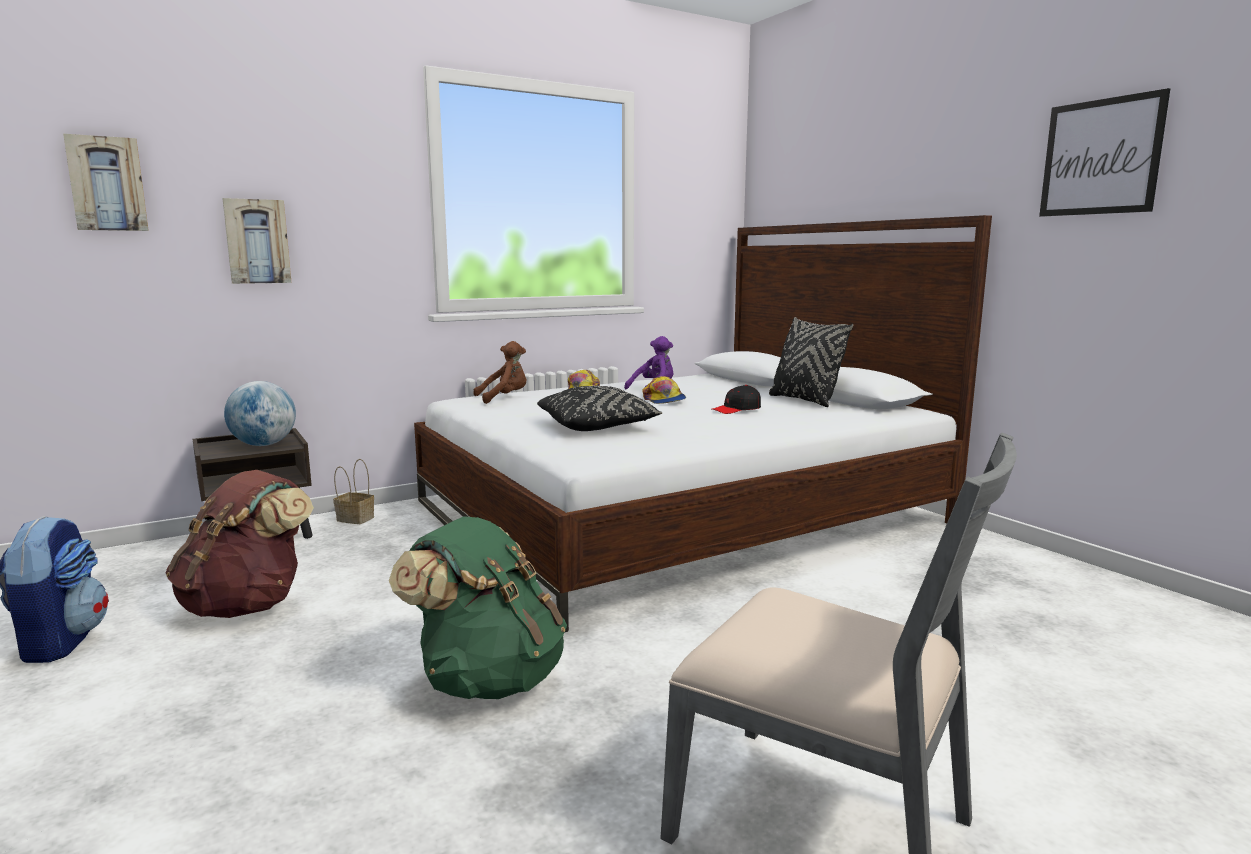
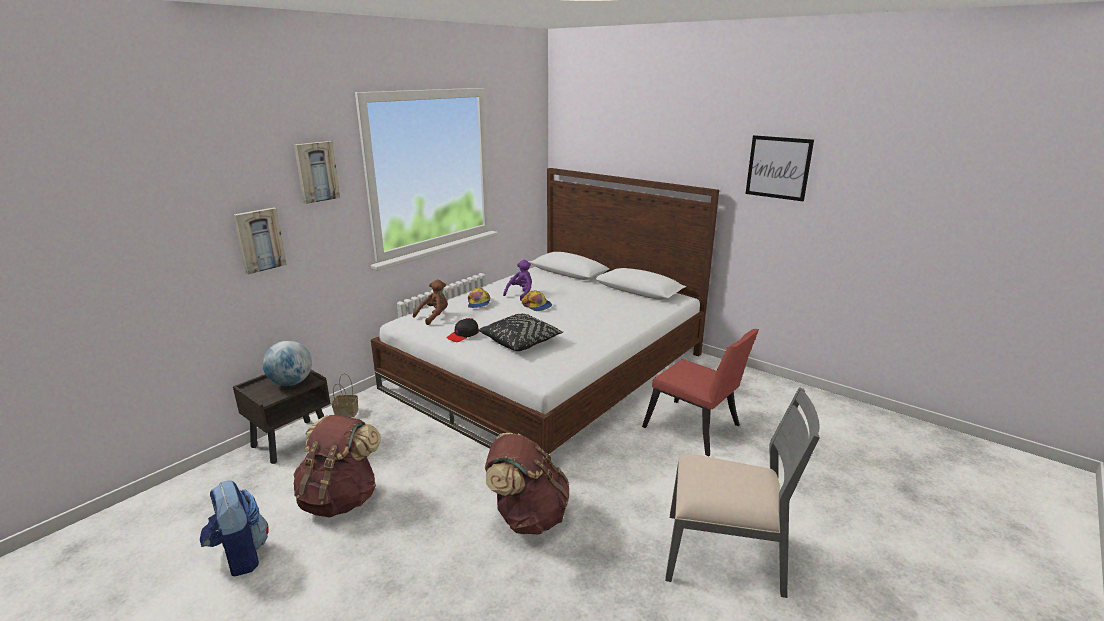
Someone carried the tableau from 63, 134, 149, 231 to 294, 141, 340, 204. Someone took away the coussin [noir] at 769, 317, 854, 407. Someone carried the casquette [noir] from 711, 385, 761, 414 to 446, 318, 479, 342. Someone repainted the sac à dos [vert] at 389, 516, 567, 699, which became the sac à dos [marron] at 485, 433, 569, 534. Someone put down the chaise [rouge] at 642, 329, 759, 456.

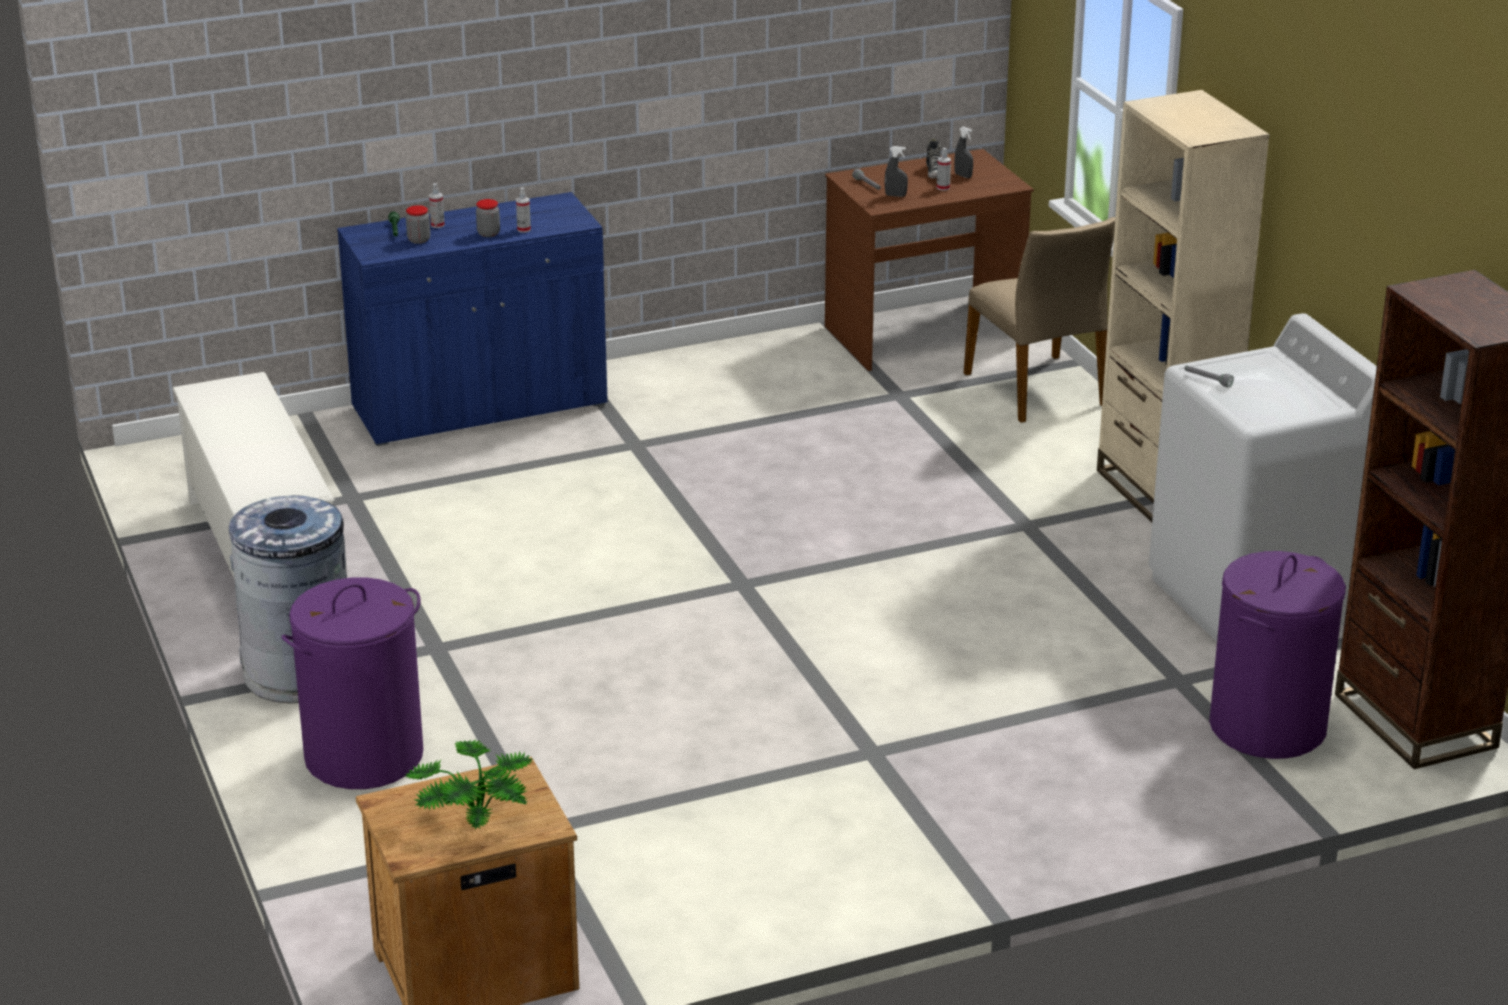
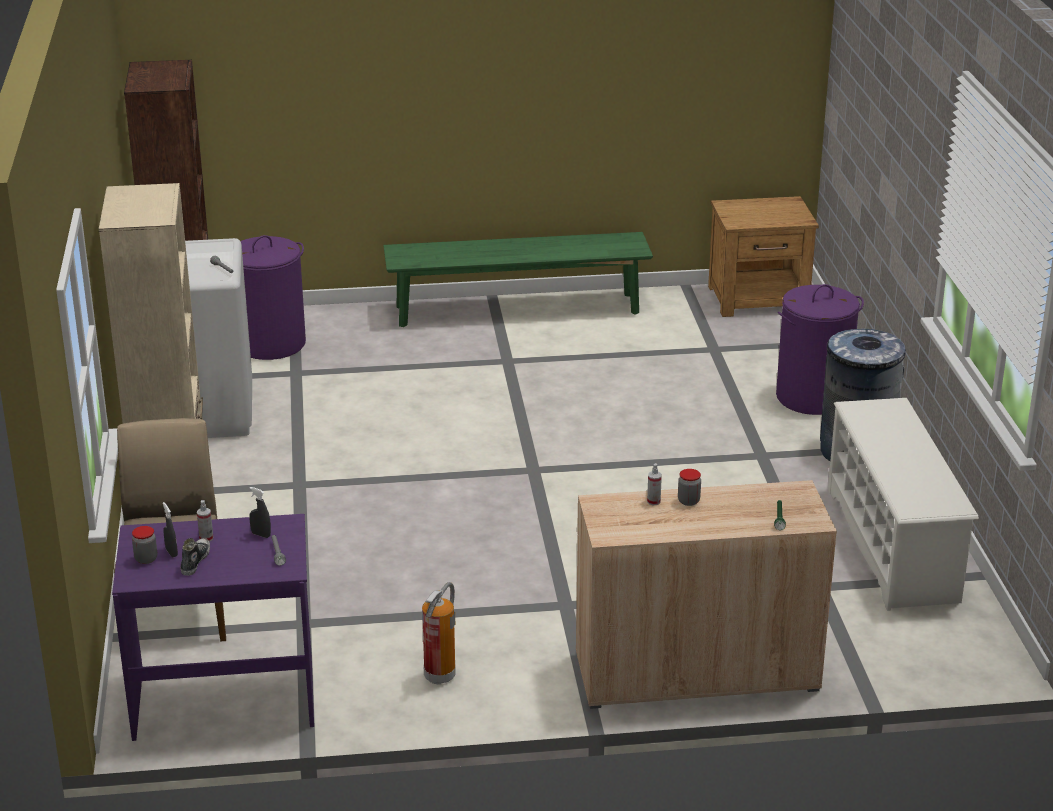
Someone repainted the bureau [marron] at 825, 149, 1034, 371, which became the bureau [violet] at 112, 514, 314, 741. Someone took away the vaporisateur at 429, 183, 445, 228. Someone repainted the meuble de rangement [bleu] at 337, 192, 608, 446, which became the meuble de rangement [beige] at 576, 480, 837, 709. Someone carried the bocal from 406, 205, 430, 244 to 132, 526, 157, 564. Someone took away the plante en pot at 404, 740, 533, 829. Someone put down the banc [vert] at 383, 232, 653, 327. Someone put down the extincteur at 422, 582, 456, 684.

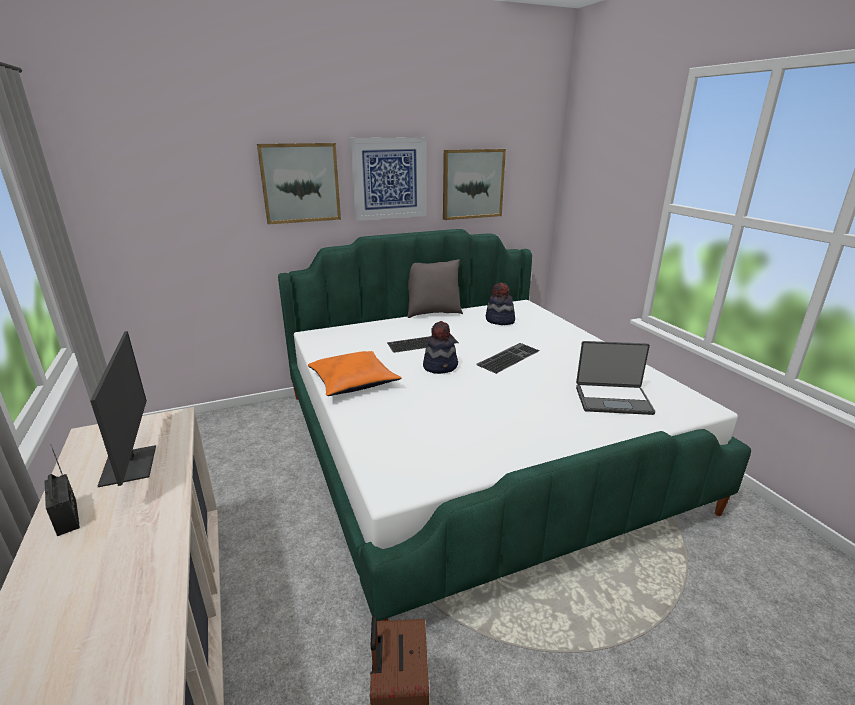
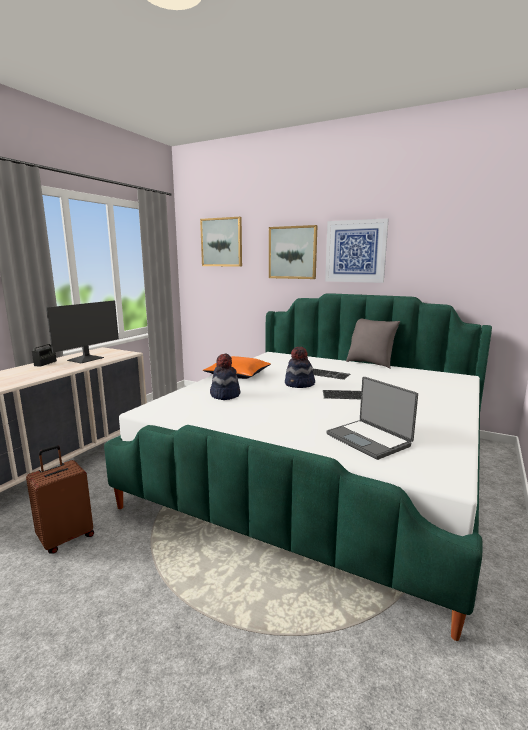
Someone carried the tableau from 443, 149, 506, 220 to 200, 217, 242, 267. Someone carried the chapeau from 486, 283, 515, 325 to 210, 353, 241, 400.

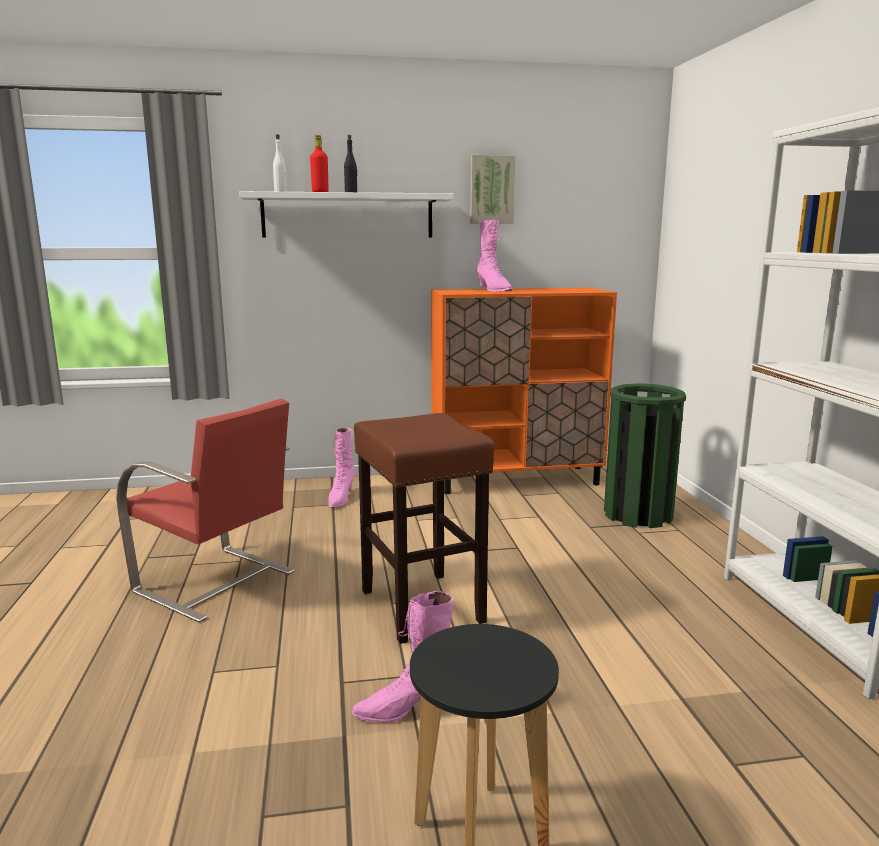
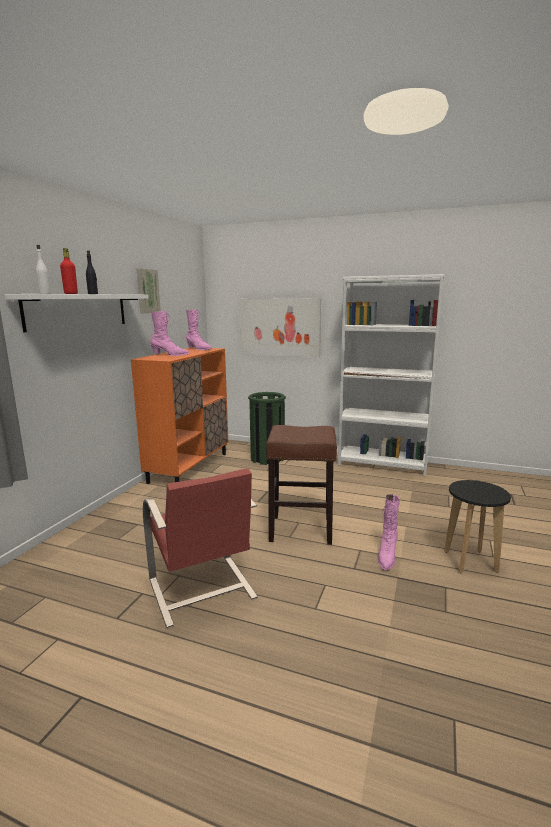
Someone rotated the chaise [rouge] at 116, 399, 295, 623 by 90 degrees clockwise. Someone carried the botte [rose] from 328, 428, 355, 507 to 186, 309, 212, 350. Someone put up the tableau at 240, 298, 321, 357.

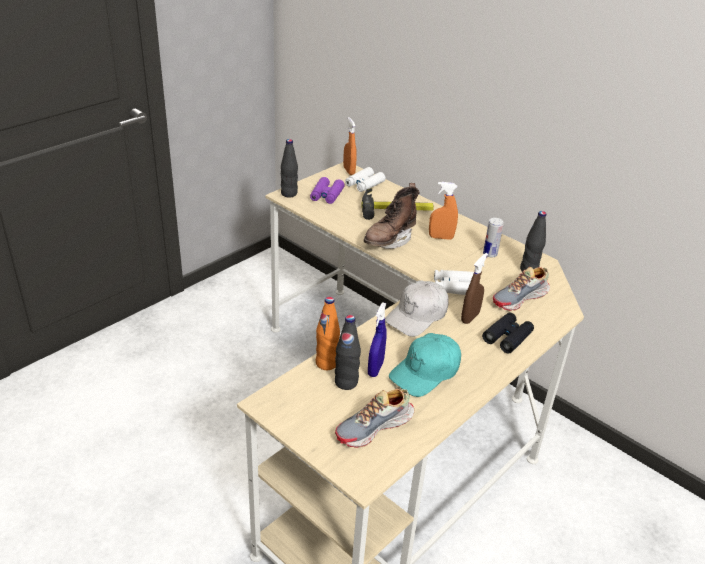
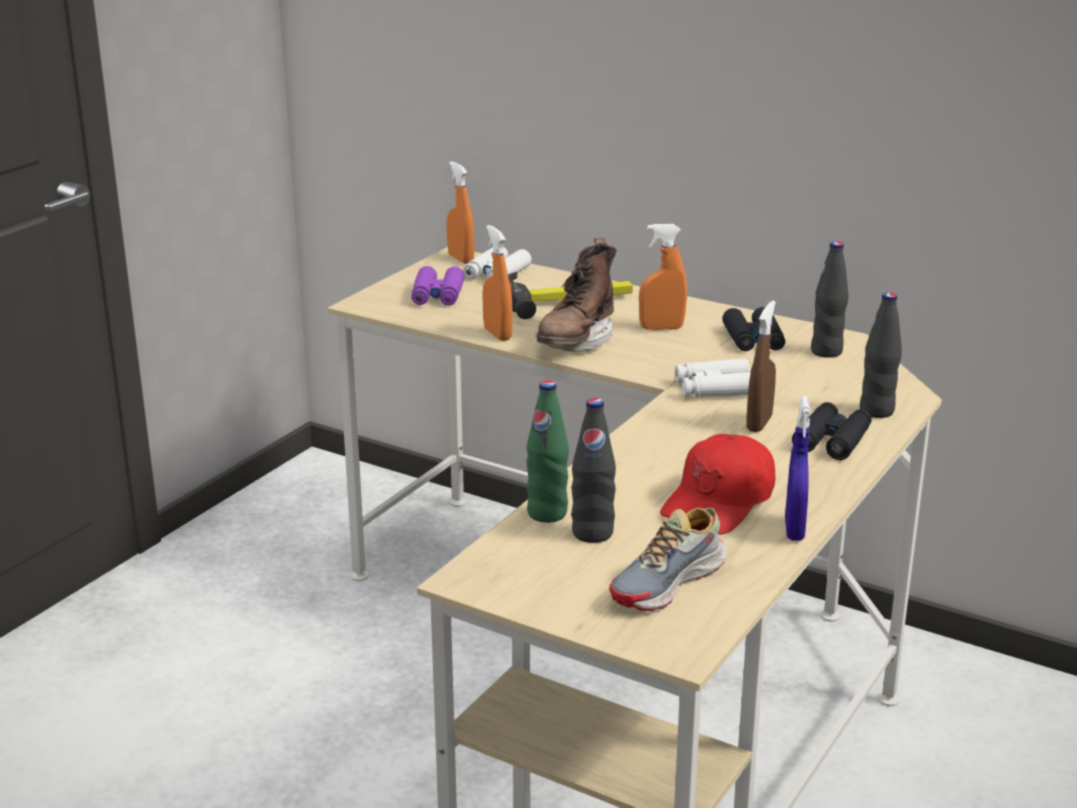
Someone carried the bouteille [noir] from 281, 139, 298, 197 to 860, 292, 902, 418. Someone swapped the boîte métallique at 483, 218, 504, 257 for the jumelles [noir] at 722, 307, 785, 351. Someone took away the chaussure at 493, 267, 550, 311. Someone took away the casquette [blanc] at 385, 280, 449, 337. Someone repainted the bouteille [orange] at 316, 297, 340, 370, which became the bouteille [vert] at 526, 381, 569, 523. Someone carried the vaporisateur [bleu] from 368, 302, 387, 377 to 785, 396, 810, 541. Someone repainted the casquette [turquoise] at 389, 333, 461, 397, which became the casquette [rouge] at 660, 434, 776, 534. Someone put down the vaporisateur [orange] at 482, 225, 513, 341.

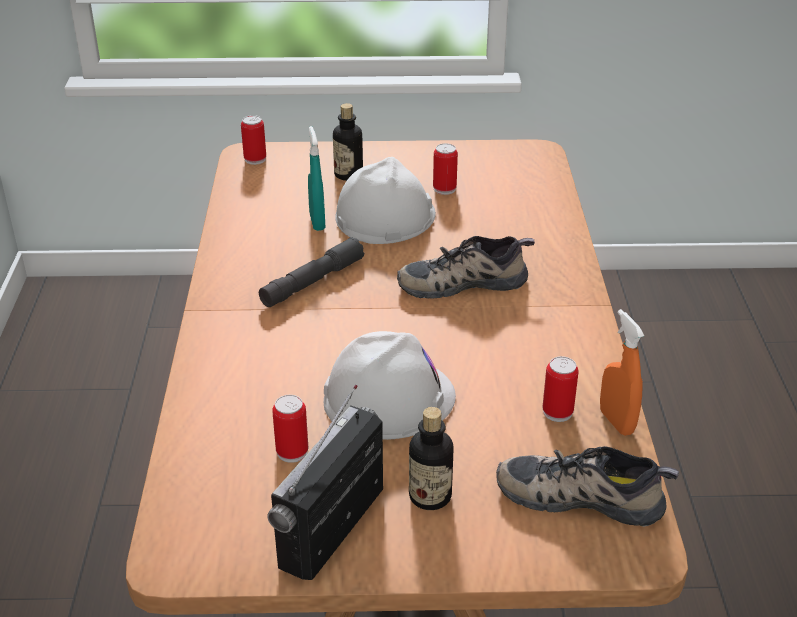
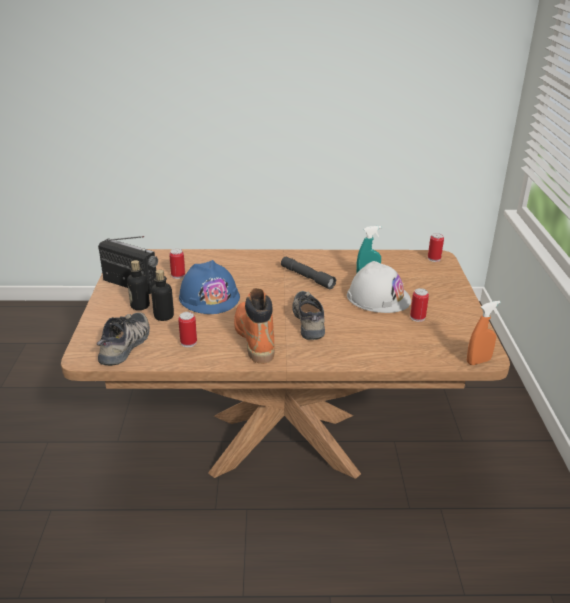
Someone carried the bouteille from 333, 103, 363, 181 to 151, 270, 174, 321. Someone carried the vaporisateur [orange] from 600, 309, 644, 436 to 467, 301, 501, 365. Someone repainted the casque de chantier [blanc] at 324, 331, 456, 440, which became the casque de chantier [bleu] at 179, 260, 240, 314. Someone put down the botte [orange] at 234, 288, 275, 364.

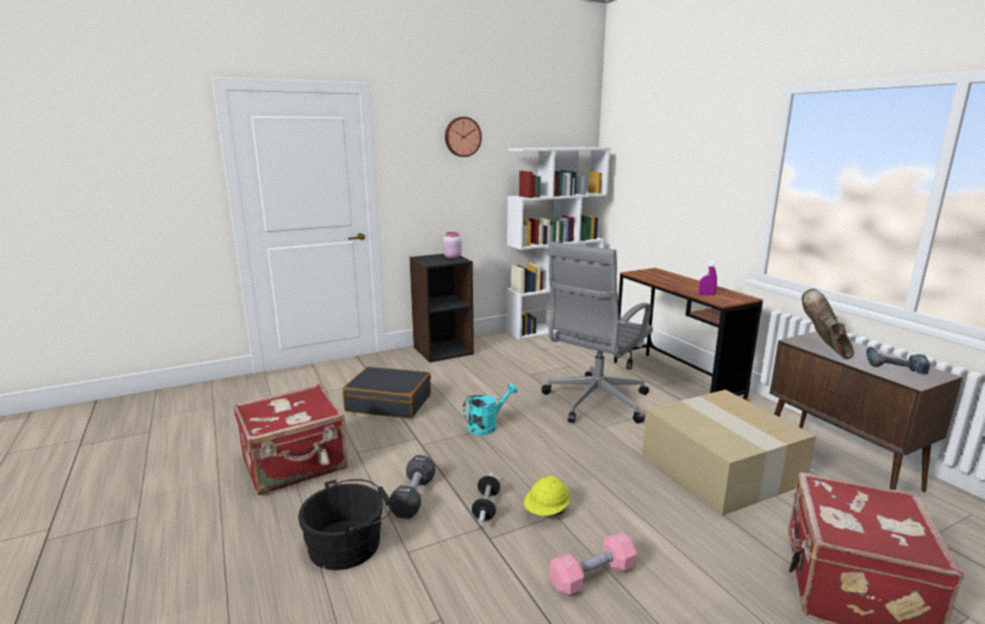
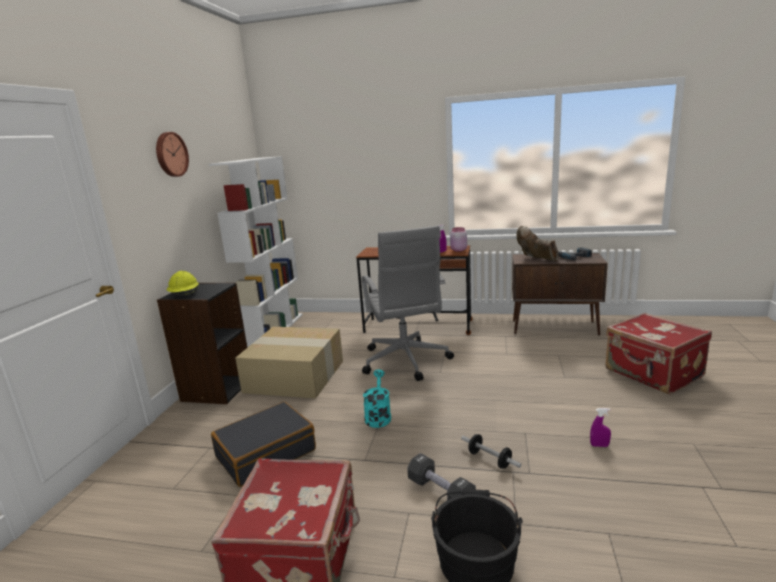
Someone carried the bocal [rose] from 443, 232, 462, 259 to 450, 227, 467, 252. Someone carried the carton from 642, 390, 816, 516 to 235, 327, 343, 399. Someone carried the casque de chantier [jaune] from 524, 476, 570, 516 to 166, 271, 199, 296. Someone swapped the haltère [rose] at 549, 532, 637, 596 for the vaporisateur [violet] at 590, 408, 611, 447.

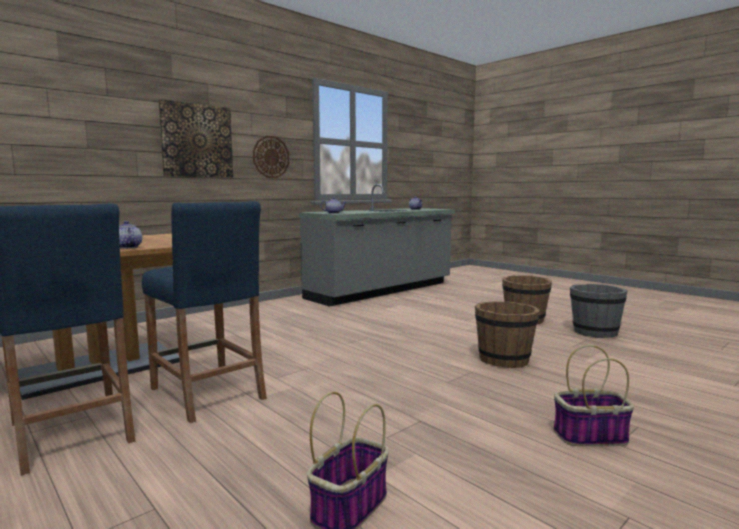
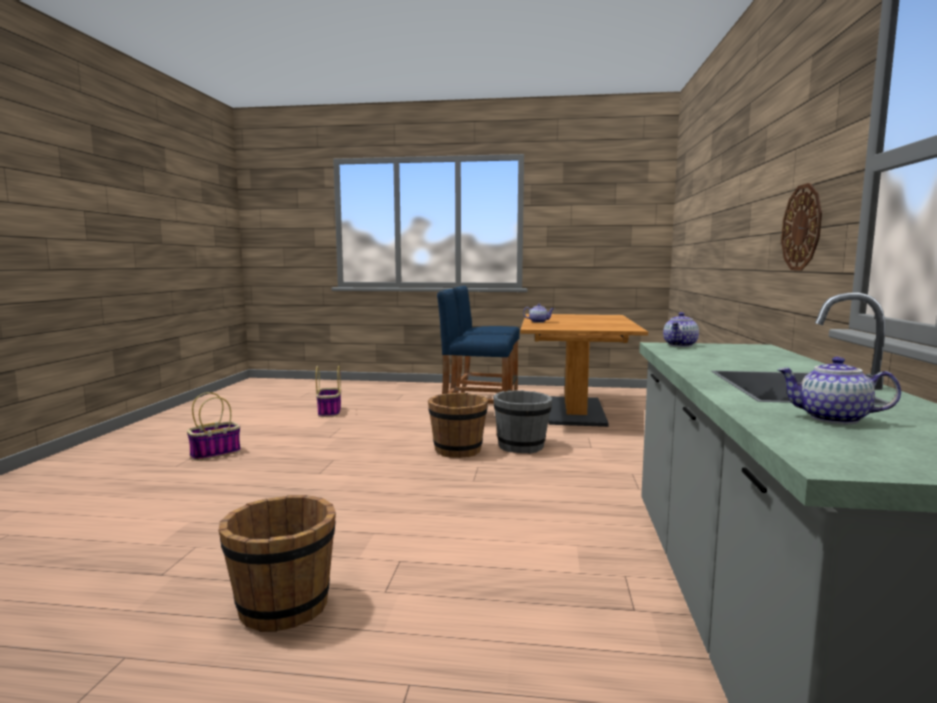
Someone took away the tableau at 159, 99, 233, 178. Someone carried the seau [gris] from 570, 284, 627, 338 to 493, 390, 553, 454. Someone carried the seau [marron] from 475, 301, 540, 368 to 428, 393, 488, 458.

